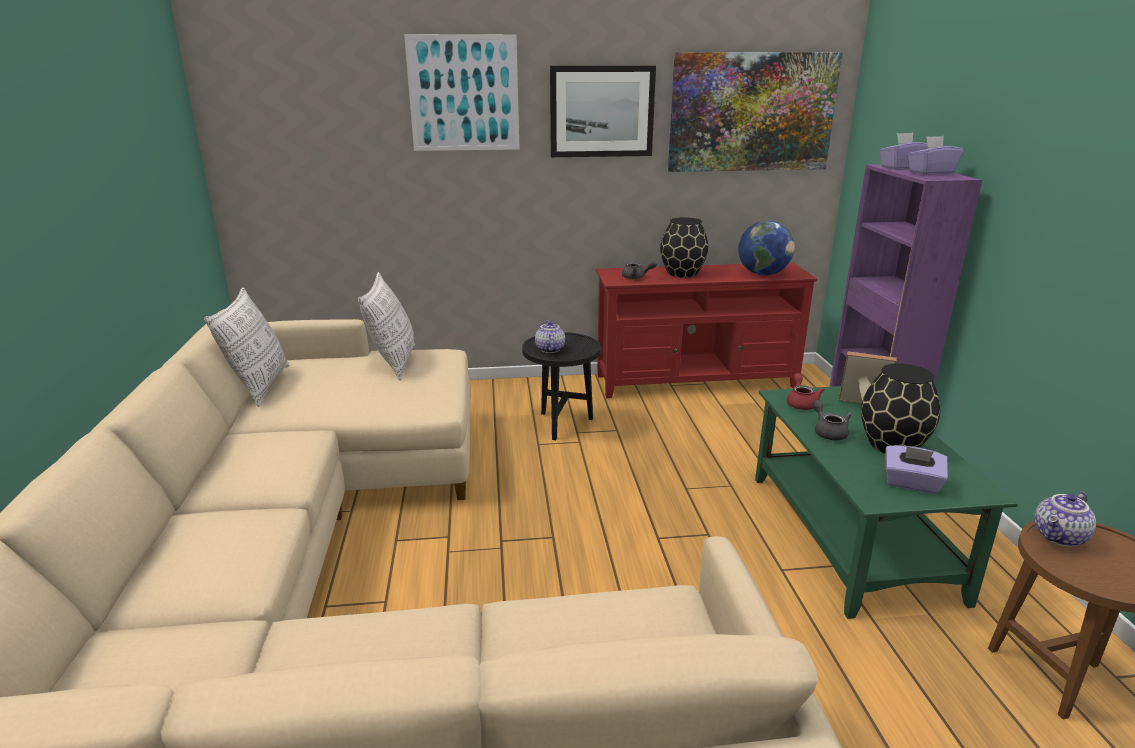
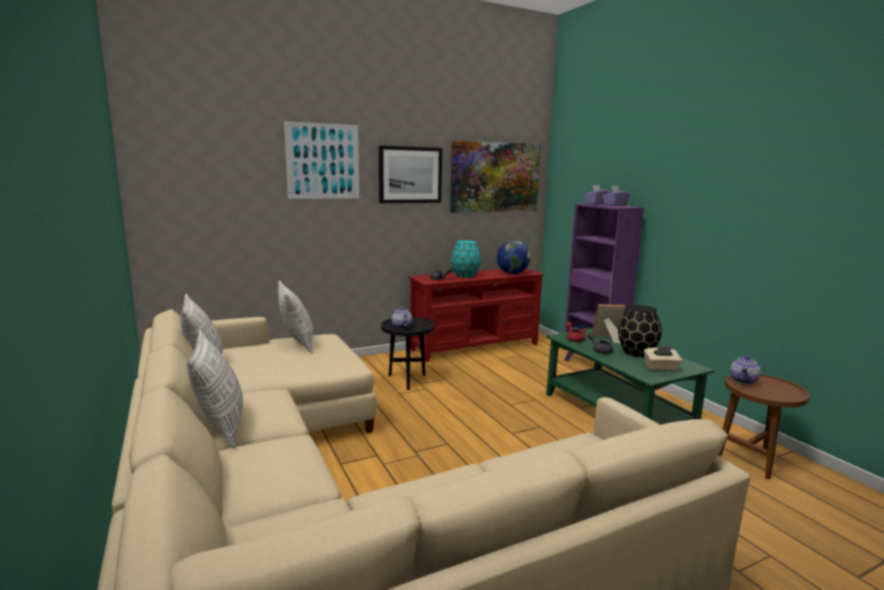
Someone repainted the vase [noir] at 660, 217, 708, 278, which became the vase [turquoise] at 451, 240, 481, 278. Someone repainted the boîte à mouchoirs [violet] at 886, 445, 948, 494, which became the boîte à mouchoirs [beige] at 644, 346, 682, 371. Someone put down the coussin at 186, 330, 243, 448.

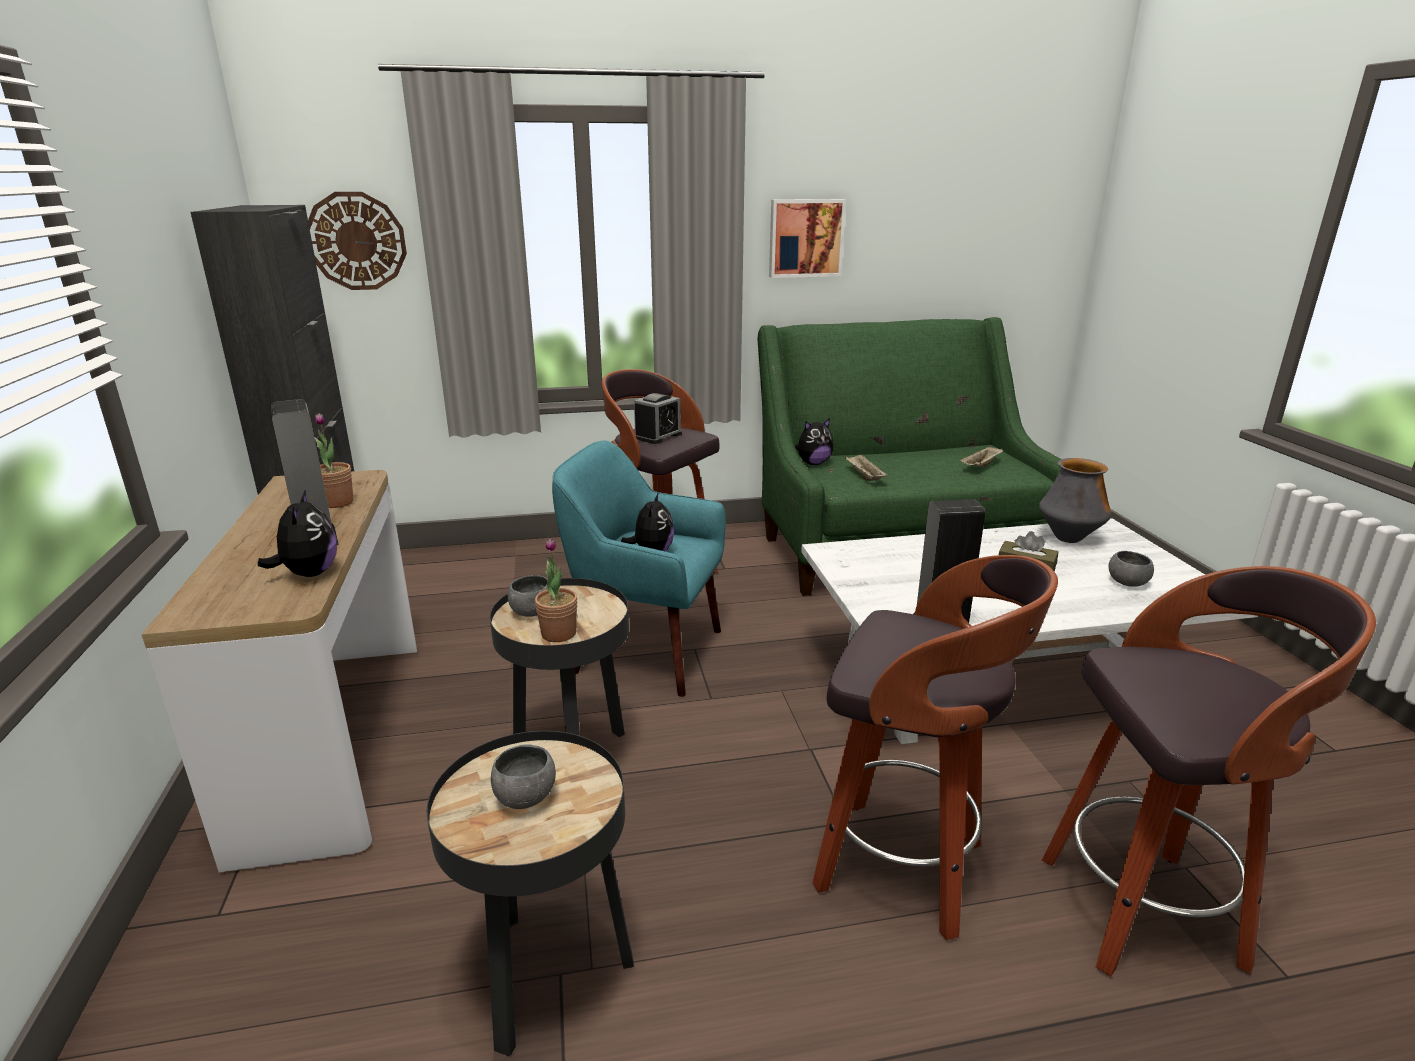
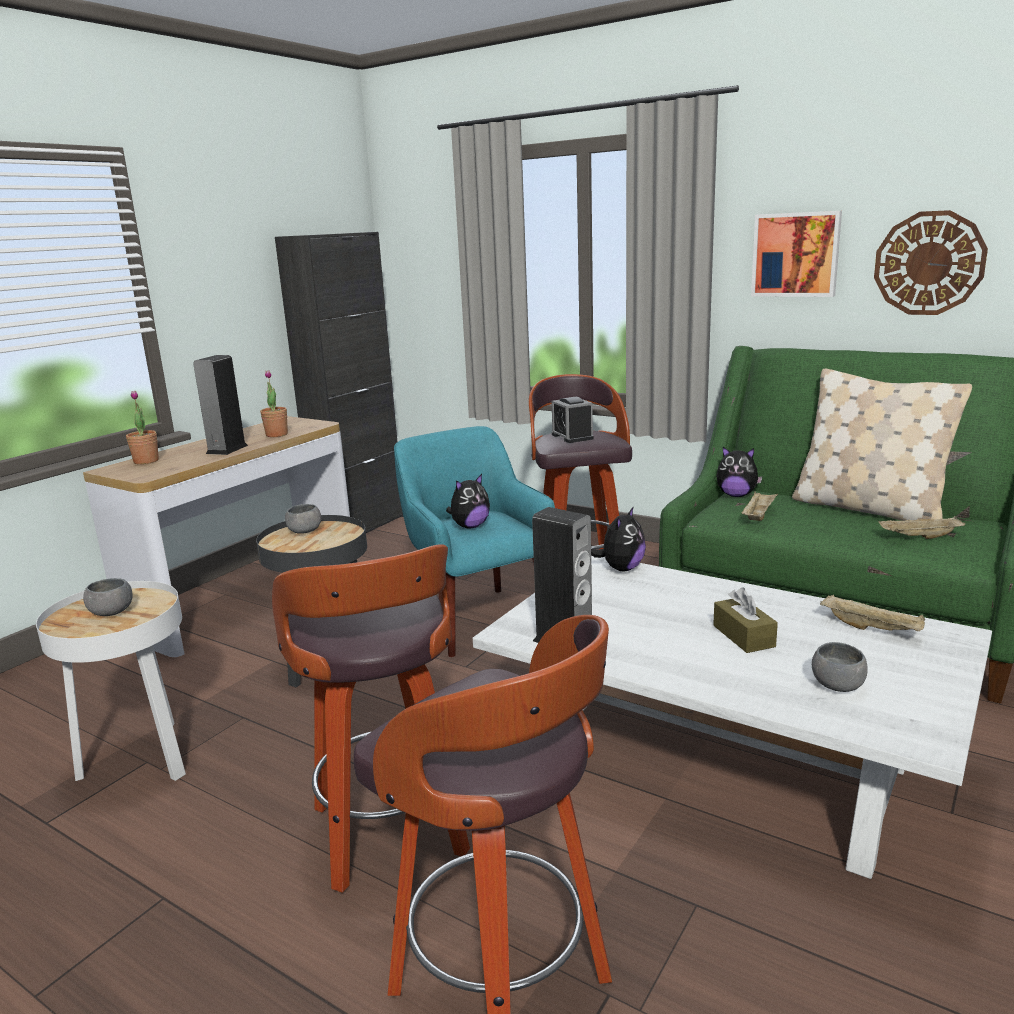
Someone carried the horloge murale from 308, 192, 407, 290 to 874, 210, 988, 315. Someone rotated the réveil at 634, 393, 682, 444 by 75 degrees clockwise. Someone swapped the vase at 1039, 458, 1111, 543 for the plateau [beige] at 820, 595, 925, 631. Someone carried the peluche from 258, 489, 337, 577 to 591, 506, 646, 571. Someone carried the plante en pot from 535, 538, 577, 642 to 126, 390, 159, 464. Someone repainted the table d'appoint [noir] at 427, 731, 634, 1057, which became the table d'appoint [blanc] at 36, 581, 186, 781. Someone put down the coussin [beige] at 792, 369, 972, 521.

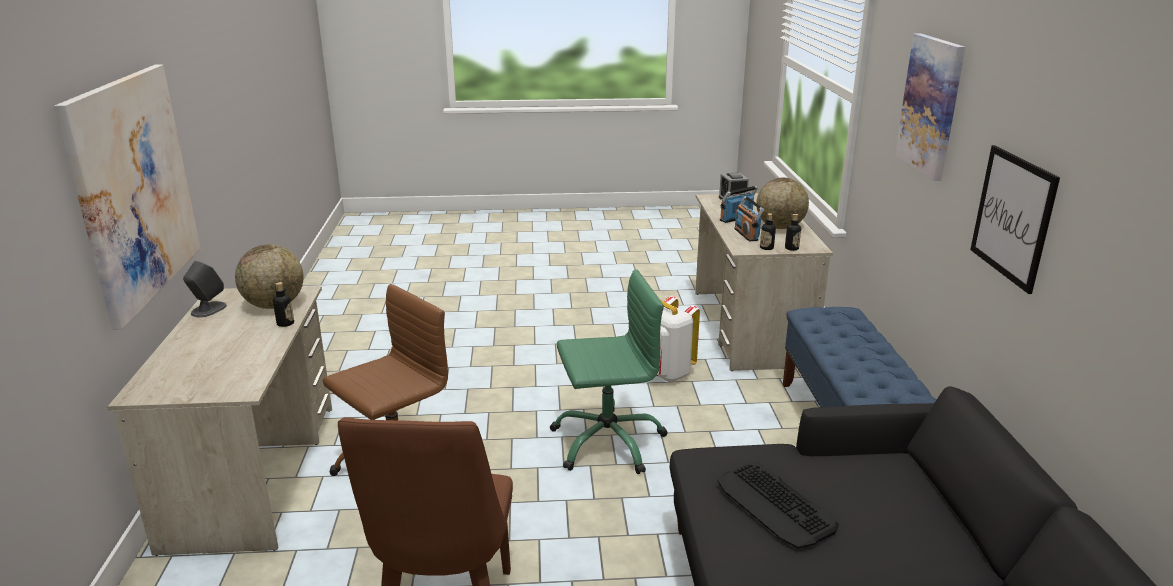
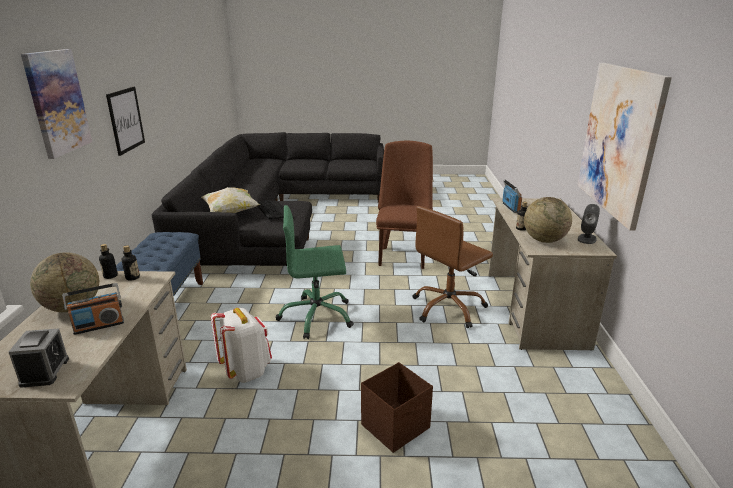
Someone carried the radio from 734, 196, 764, 241 to 502, 180, 522, 213. Someone put down the coussin at 201, 187, 261, 213. Someone put down the boîte de rangement [marron] at 361, 362, 433, 453.

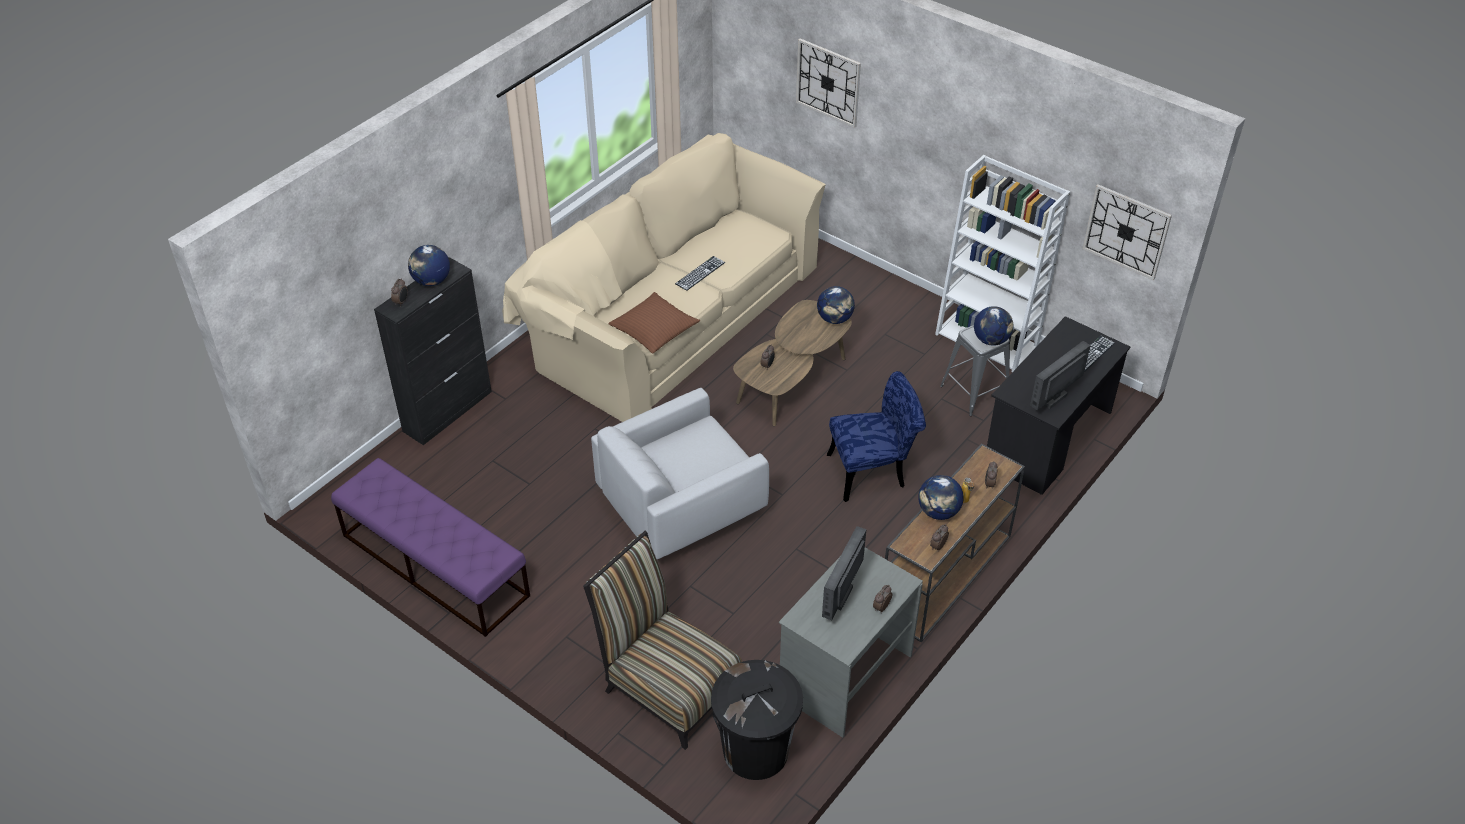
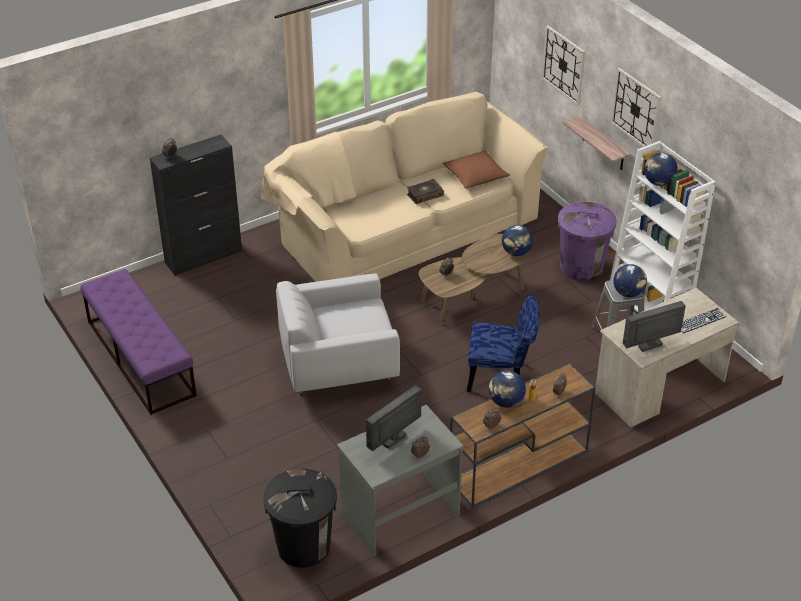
Someone carried the horloge murale from 1083, 184, 1172, 280 to 611, 68, 661, 152. Someone carried the globe from 408, 245, 450, 286 to 644, 153, 678, 186. Someone swapped the clavier at 675, 256, 725, 291 for the livre at 407, 179, 444, 204. Someone carried the coussin [marron] from 608, 292, 700, 353 to 442, 150, 510, 189. Someone repainted the bureau [noir] at 987, 316, 1130, 495, which became the bureau [beige] at 595, 288, 739, 427. Someone took away the chaise at 583, 531, 742, 750. Someone put up the étagère at 563, 115, 631, 170. Someone put down the poubelle [violet] at 558, 202, 617, 281.

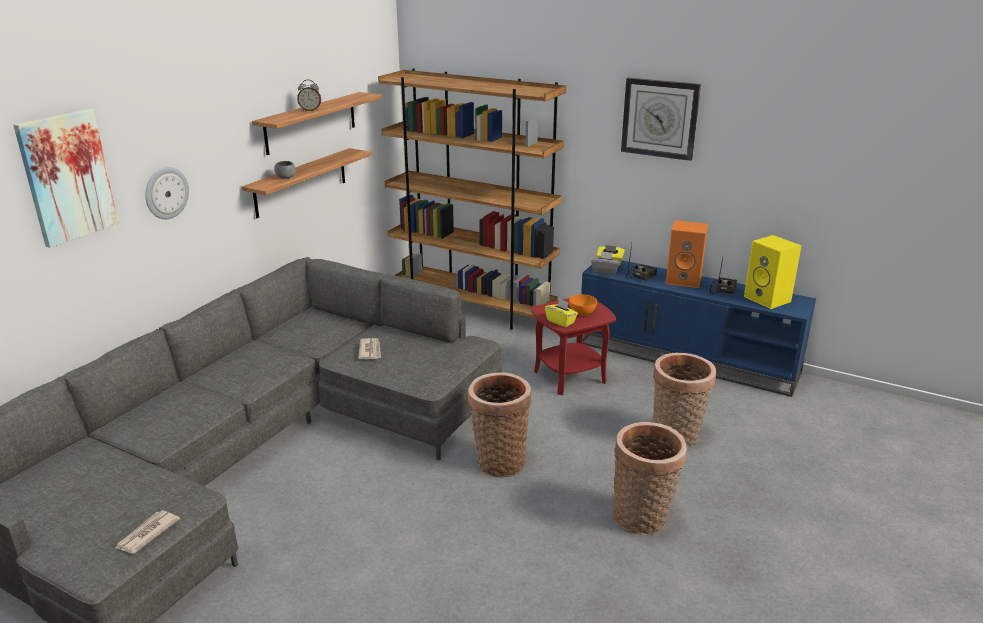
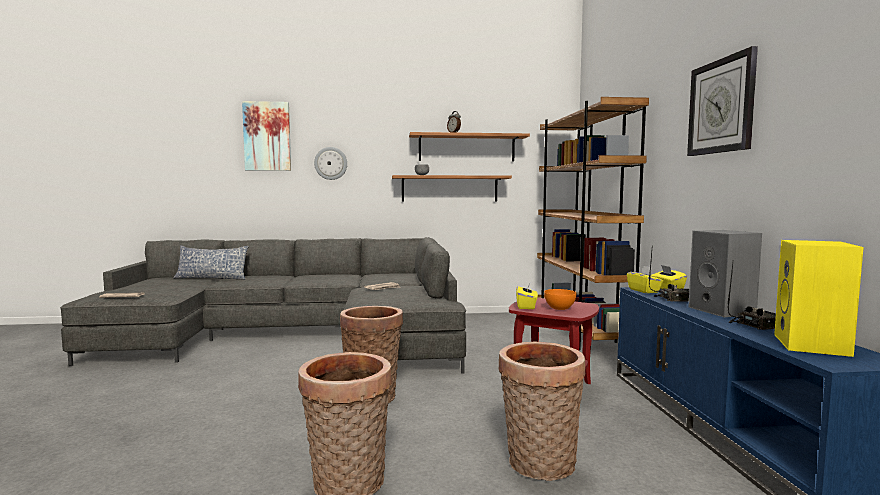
Someone repainted the enceinte [orange] at 666, 220, 708, 288, which became the enceinte [gris] at 689, 230, 762, 317. Someone repainted the boîte à mouchoirs [gris] at 591, 251, 620, 275, which became the boîte à mouchoirs [jaune] at 627, 266, 663, 293. Someone put down the coussin at 173, 246, 249, 279.

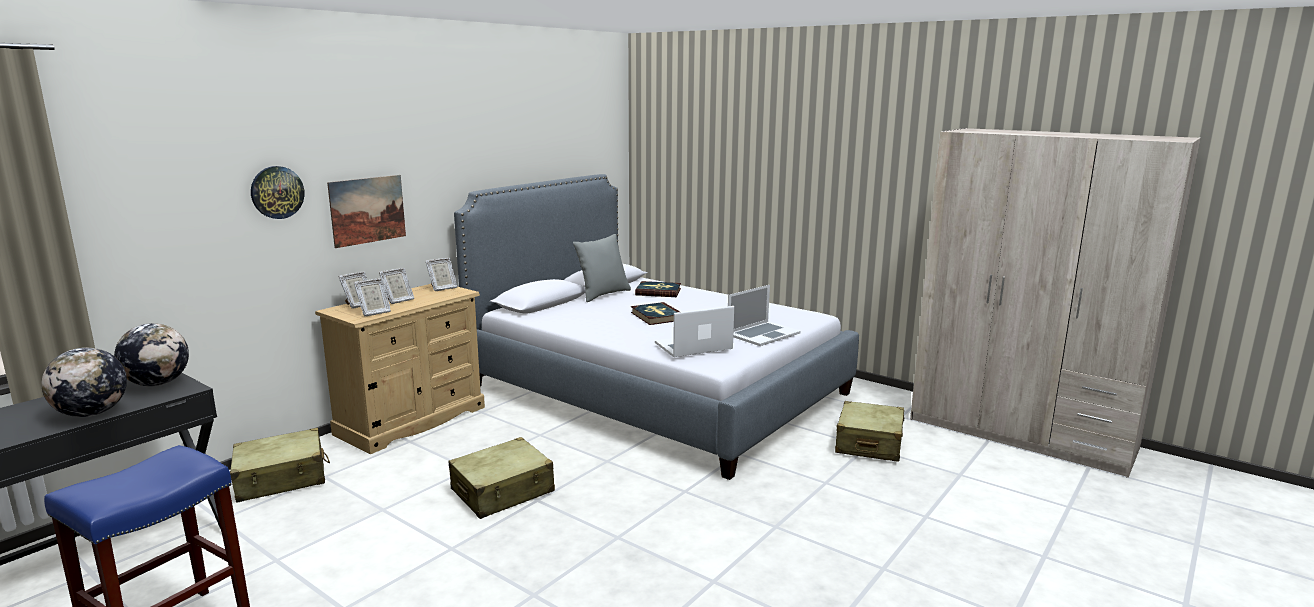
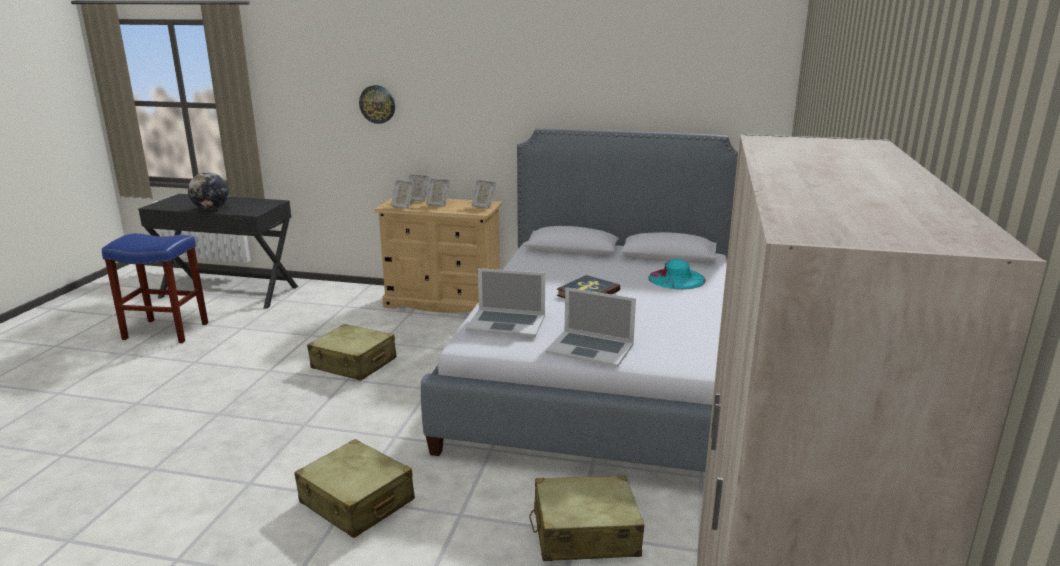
Someone took away the tableau at 327, 175, 406, 248. Someone took away the coussin [gris] at 573, 234, 631, 302. Someone swapped the livre at 635, 281, 681, 297 for the chapeau [turquoise] at 648, 259, 706, 289. Someone rotated the ordinateur portable at 655, 306, 734, 357 by 150 degrees clockwise. Someone took away the globe at 114, 323, 189, 386. Someone carried the valise [beige] from 230, 428, 330, 503 to 295, 439, 415, 538.

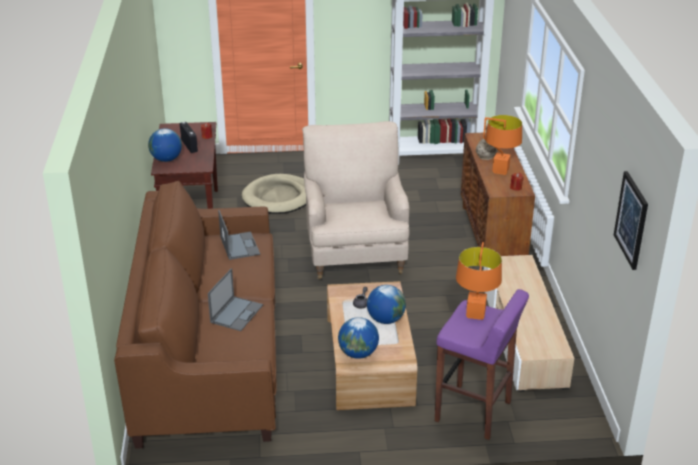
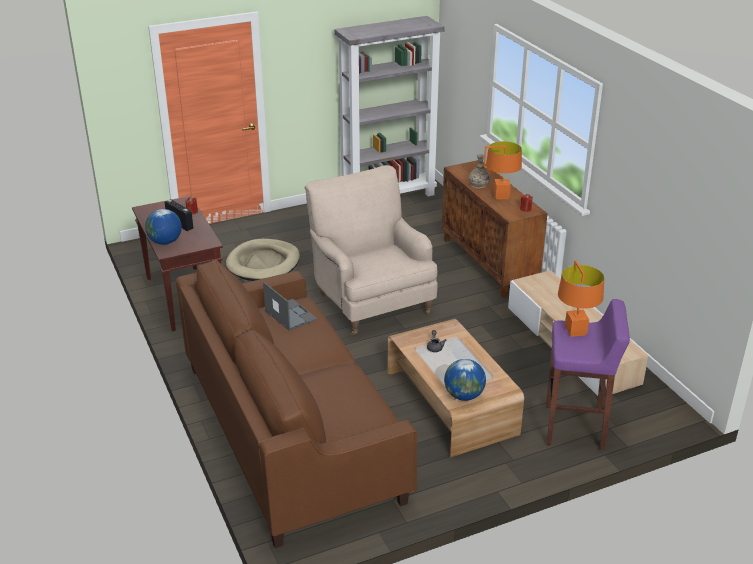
Someone took away the tableau at 614, 171, 648, 270. Someone took away the ordinateur portable at 208, 268, 263, 331. Someone took away the globe at 367, 285, 406, 324.

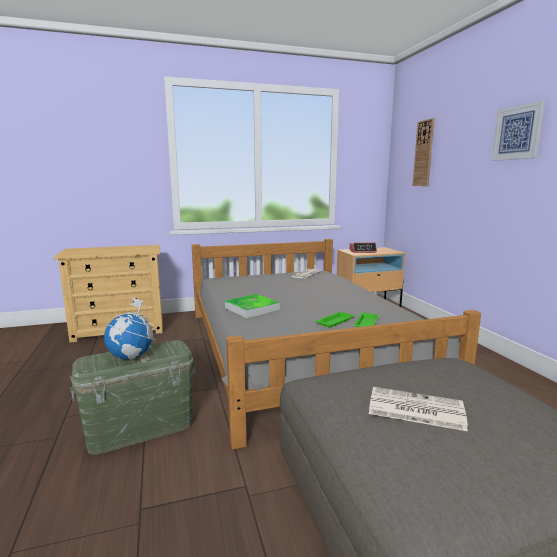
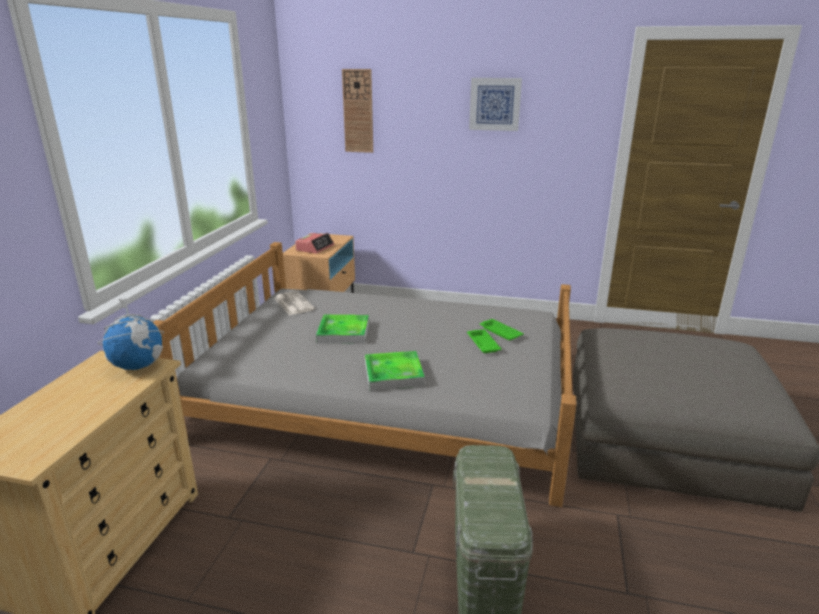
Someone carried the globe from 104, 298, 156, 360 to 98, 298, 164, 370. Someone took away the journal at 369, 387, 468, 431. Someone put down the plateau at 316, 315, 369, 344.

